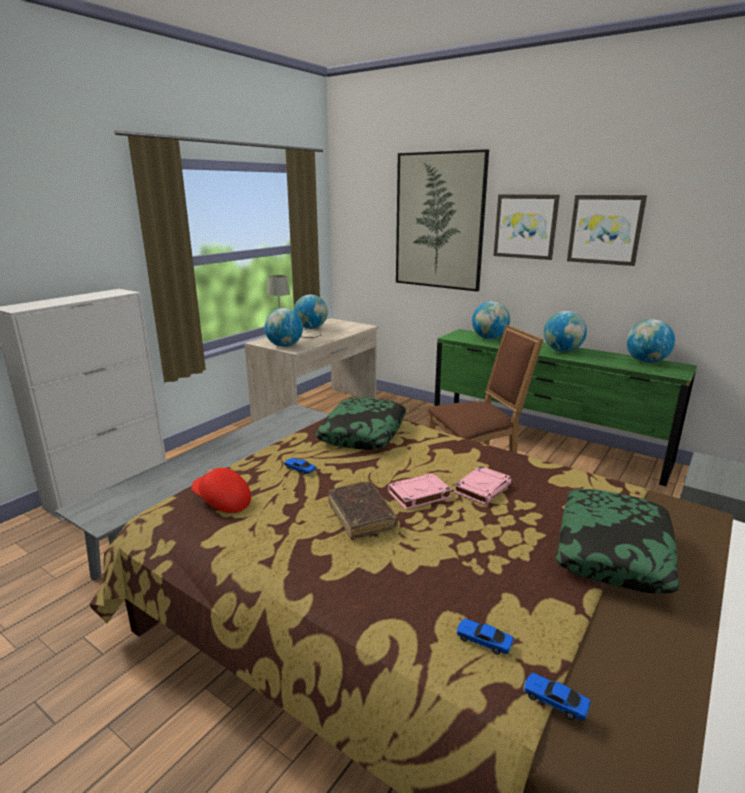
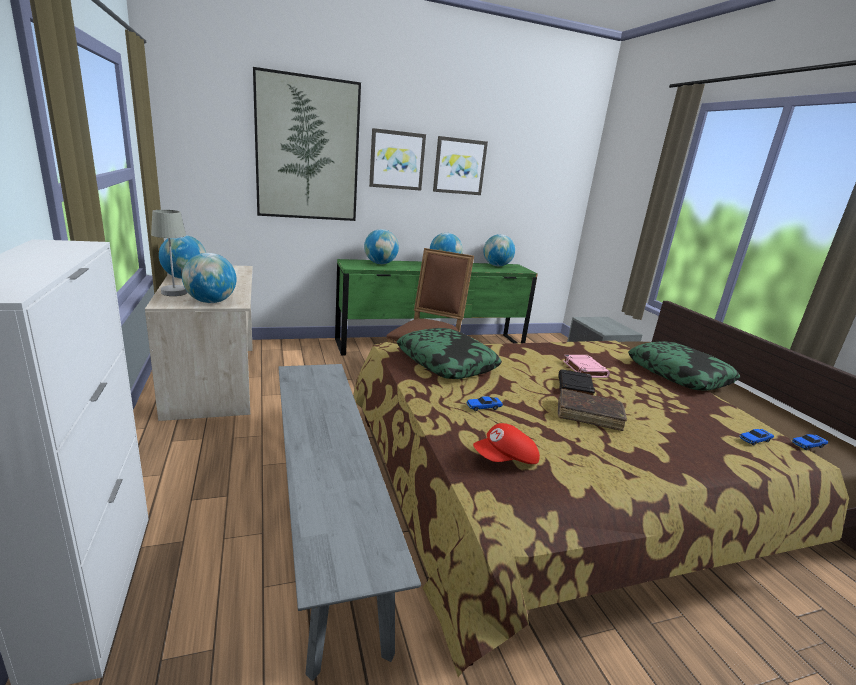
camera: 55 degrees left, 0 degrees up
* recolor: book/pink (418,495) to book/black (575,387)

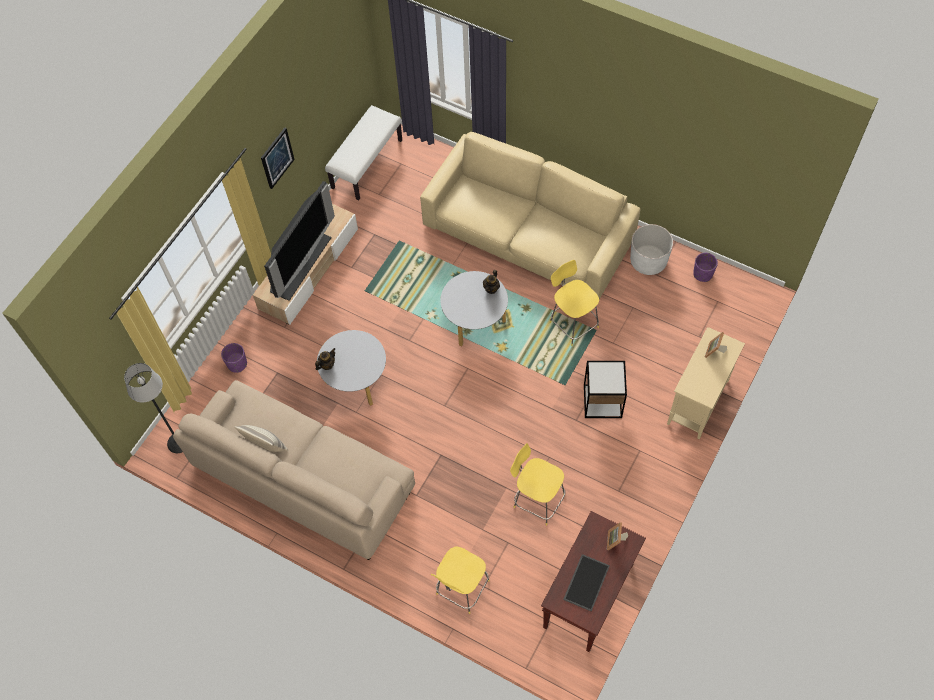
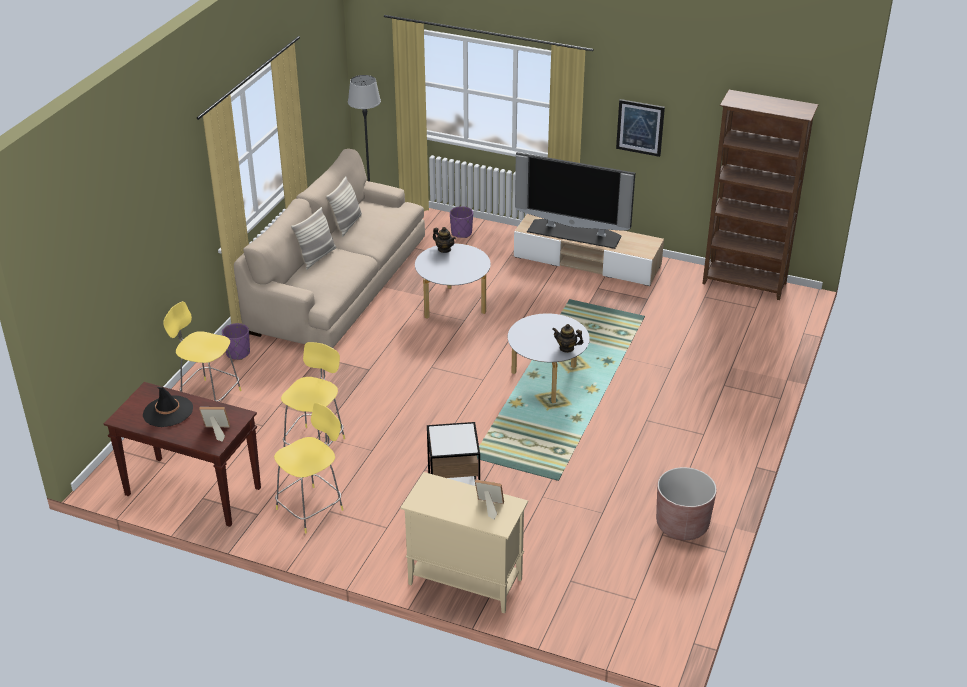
camera: 80 degrees right, 25 degrees down
* replace: bench/white (366,163) to bookcase/brown (744,284)
* delete: sofa/beige (527,233)
* recolor: planter/white (648,261) to planter/brown (682,525)
* move: planter/purple (702,274) to (238,353)
* move: stool/yellow (573,323) to (311,508)
* replace: tray (586,581) to hat/black (168,412)
* insert: pillow (316,257)

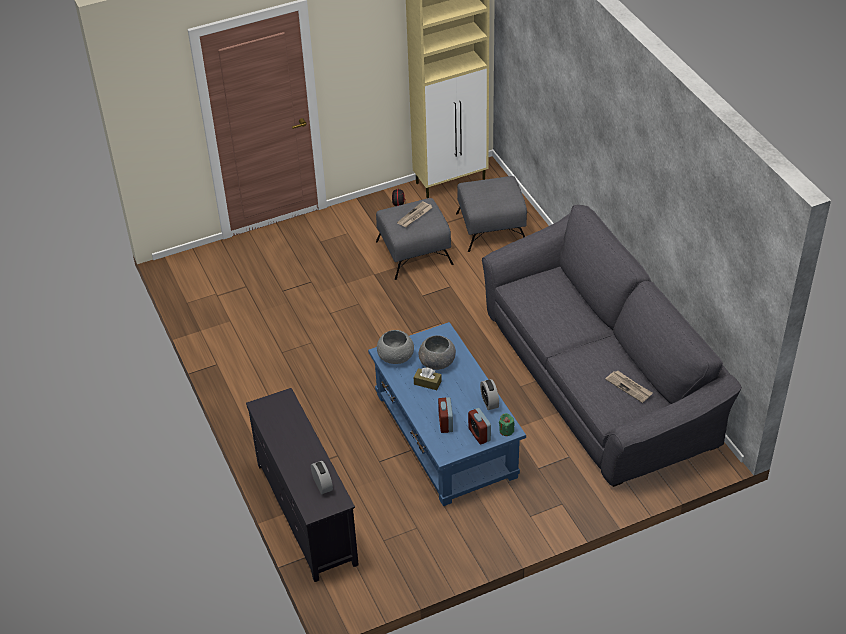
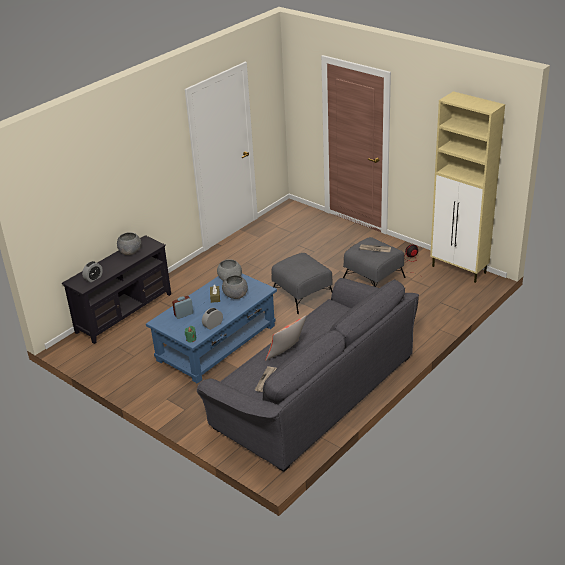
camera: 65 degrees right, 10 degrees down
* move: ottoman/grey (492,228) to (302,295)
* delete: alarm clock (479,434)
* insert: bowl/grey (130,251)
* insert: pillow (286,354)

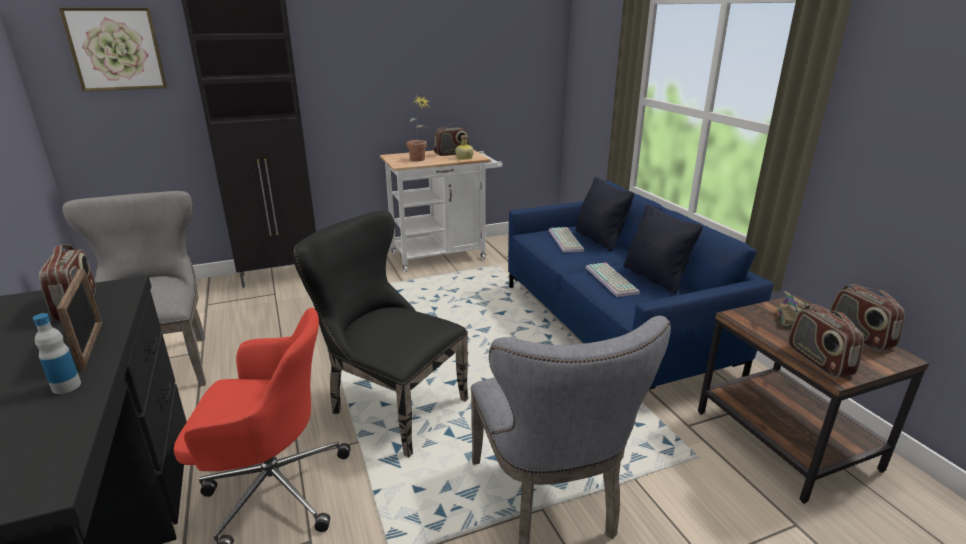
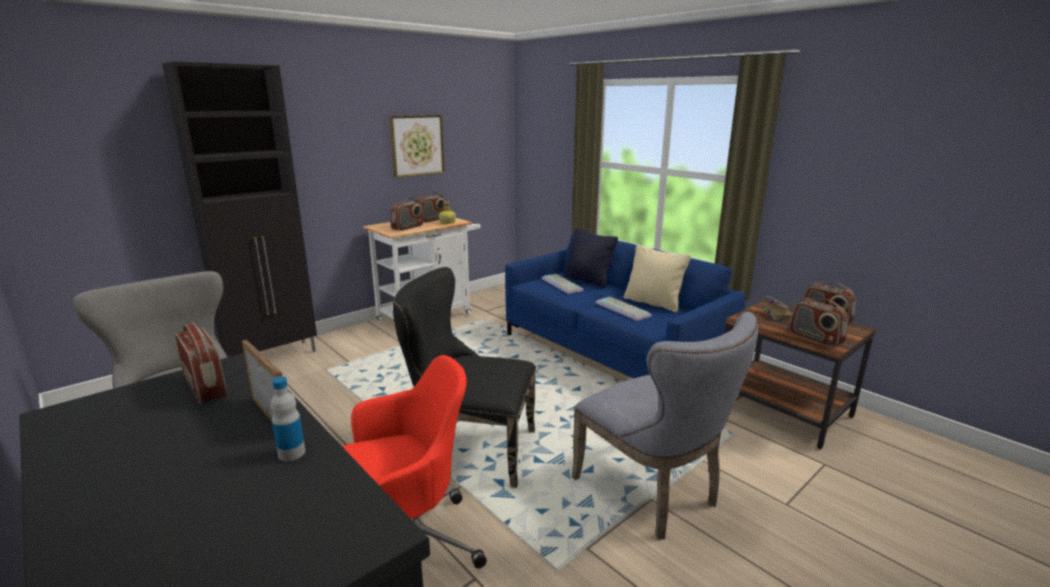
camera: 20 degrees left, 5 degrees down
* move: picture (116,49) to (417,145)
* replace: potted plant (419,160) to radio (407,227)
* recolor: pillow/black (655,278) to pillow/beige (653,303)

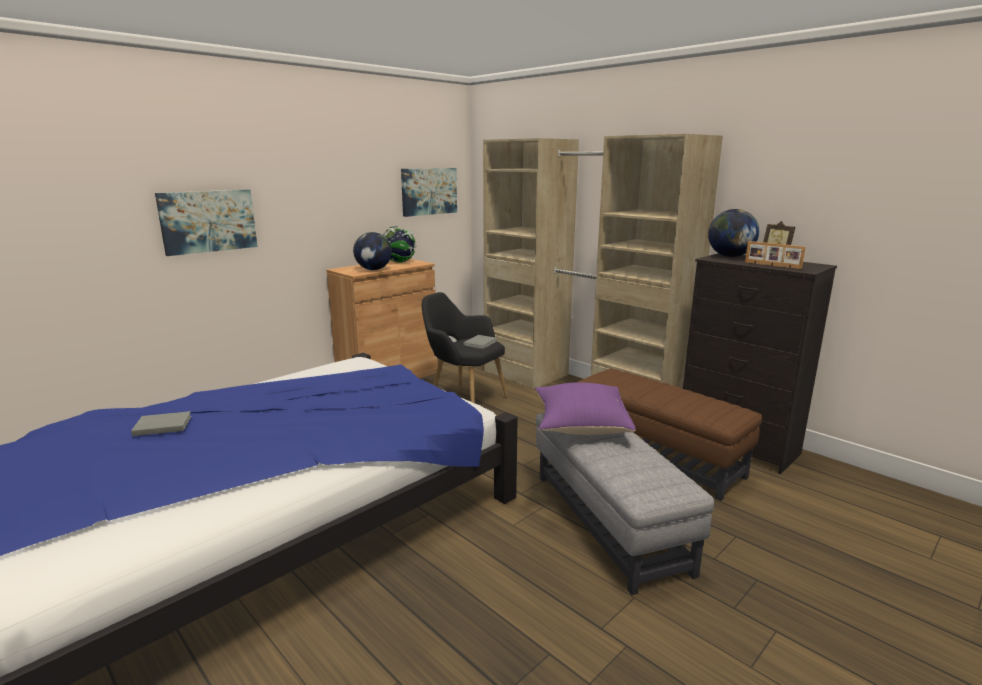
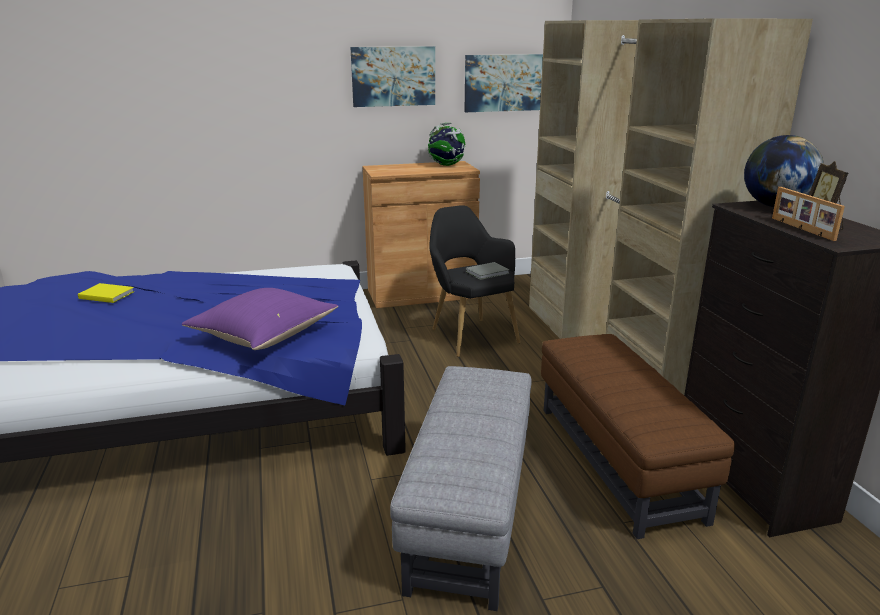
camera: 30 degrees right, 5 degrees up
* move: picture (208,221) to (393,76)
* delete: globe (373,269)
* move: pillow/purple (580,425) to (264,336)
* recolor: book/grey (161,425) to book/yellow (106,295)

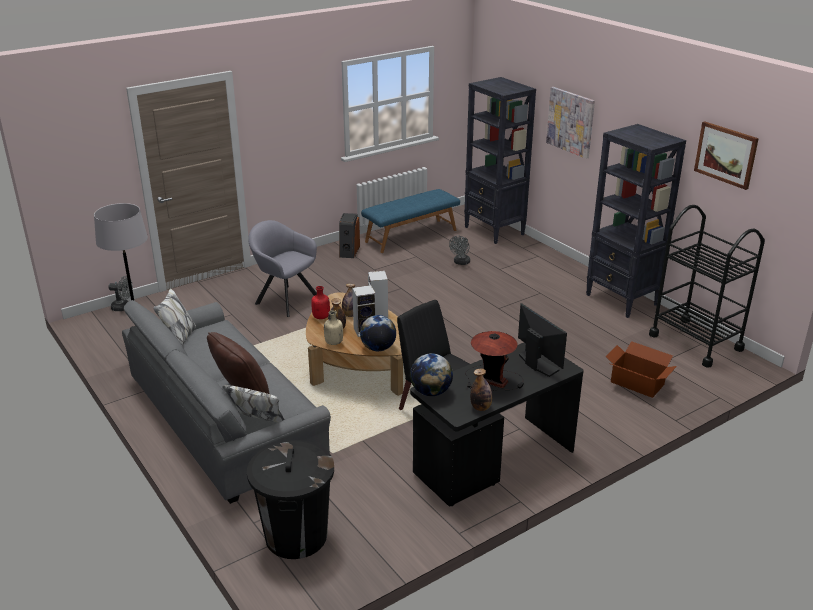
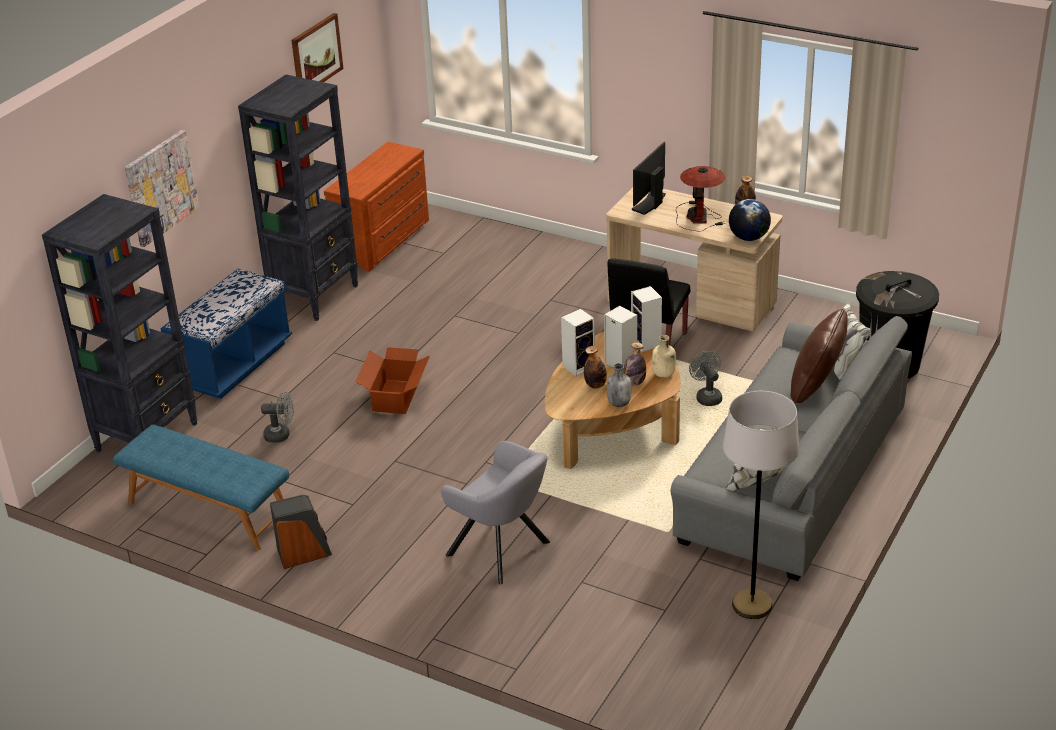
camera: 115 degrees left, 5 degrees up
* replace: cart/black (695,342) to dresser/brown (384,241)
* rotate: armchair/grey (285,299) = (502,551) 60 degrees counterclockwise
* move: fan/grey (123,307) to (707,396)
* recolor: bottle/red (321,317) to bottle/grey (619,403)
* replace: globe (378,348) to speaker (647,343)
* move: cardboard box (637,383) to (396,396)
* recolor: desk/black (493,461) to desk/beige (692,301)
* insert: bench/blue (233,364)

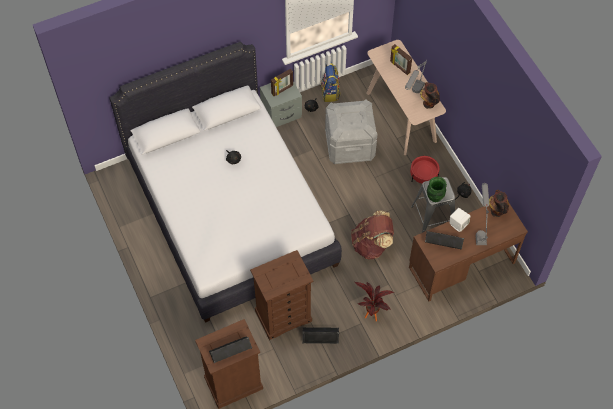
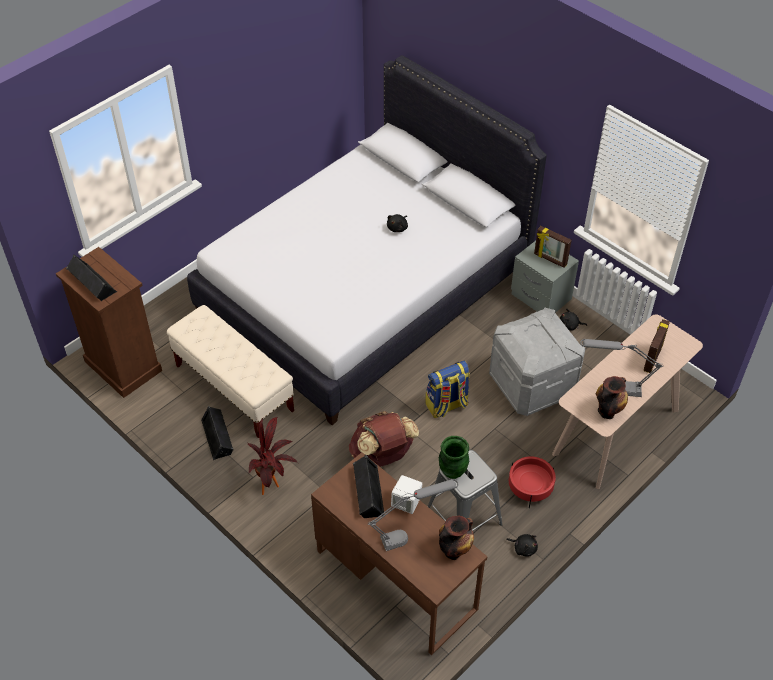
camera: 70 degrees right, 10 degrees down
* move: backpack (330,92) to (446,405)
* replace: dresser/brown (283,316) to bench/beige (234,388)

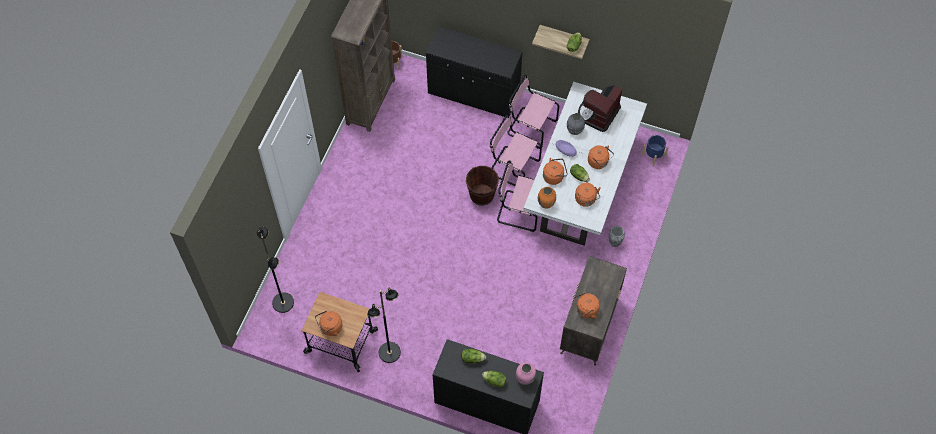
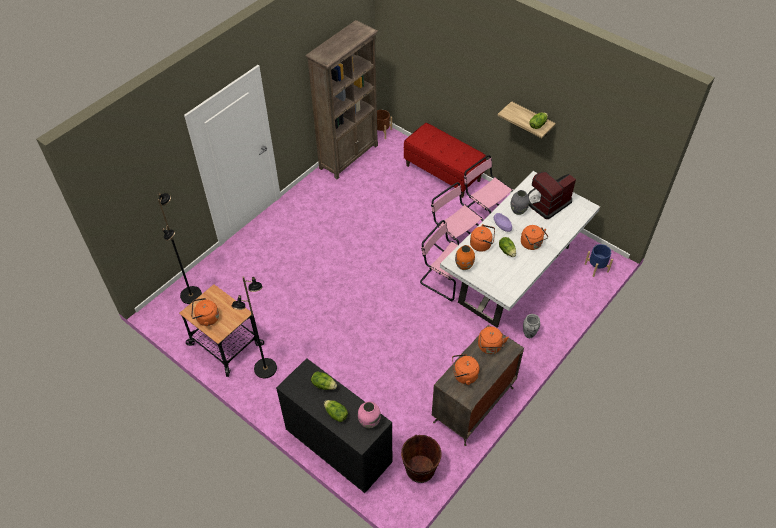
camera: 20 degrees right, 10 degrees down
* replace: cabinet/black (473,93) to bench/red (443,173)
* move: bucket/brown (481,195) to (420,469)
* move: kettle/orange (586,200) to (490,347)

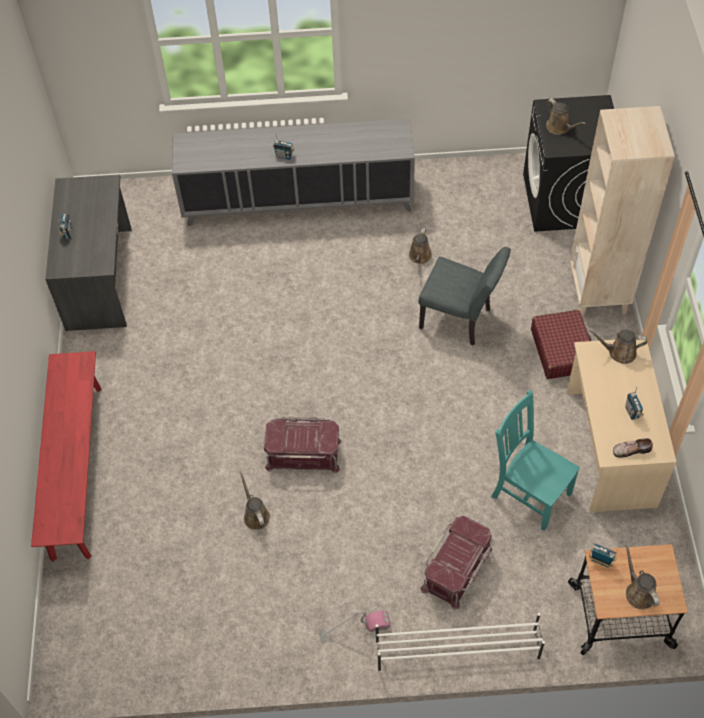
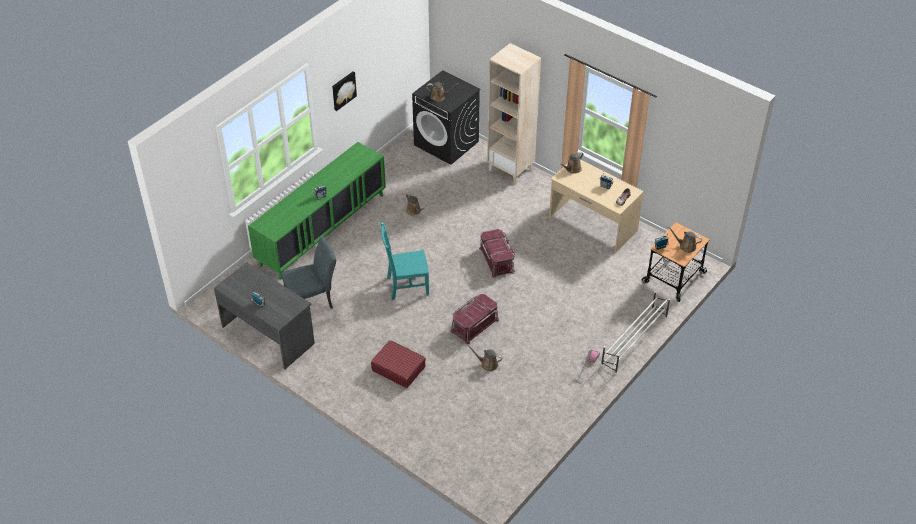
camera: 50 degrees left, 10 degrees down
* recolor: cabinet/grey (297,201) to cabinet/green (322,230)
* move: chair/grey (460,320) to (313,302)
* move: suitcase/red (561,350) to (398,368)
* delete: bench/red (77,470)
* move: chair/turquoise (529,493) to (406,286)
* move: storage box/red (457,569) to (497,260)
* insert: picture (343,90)

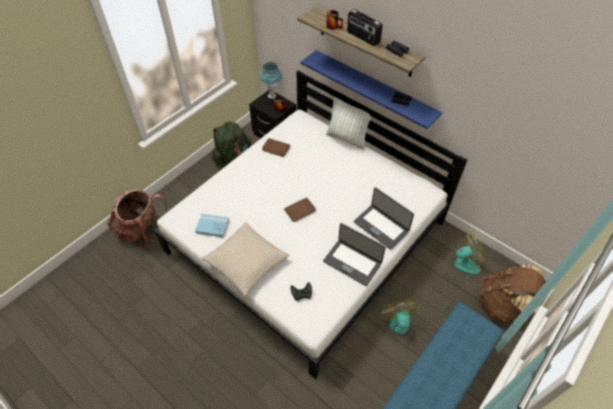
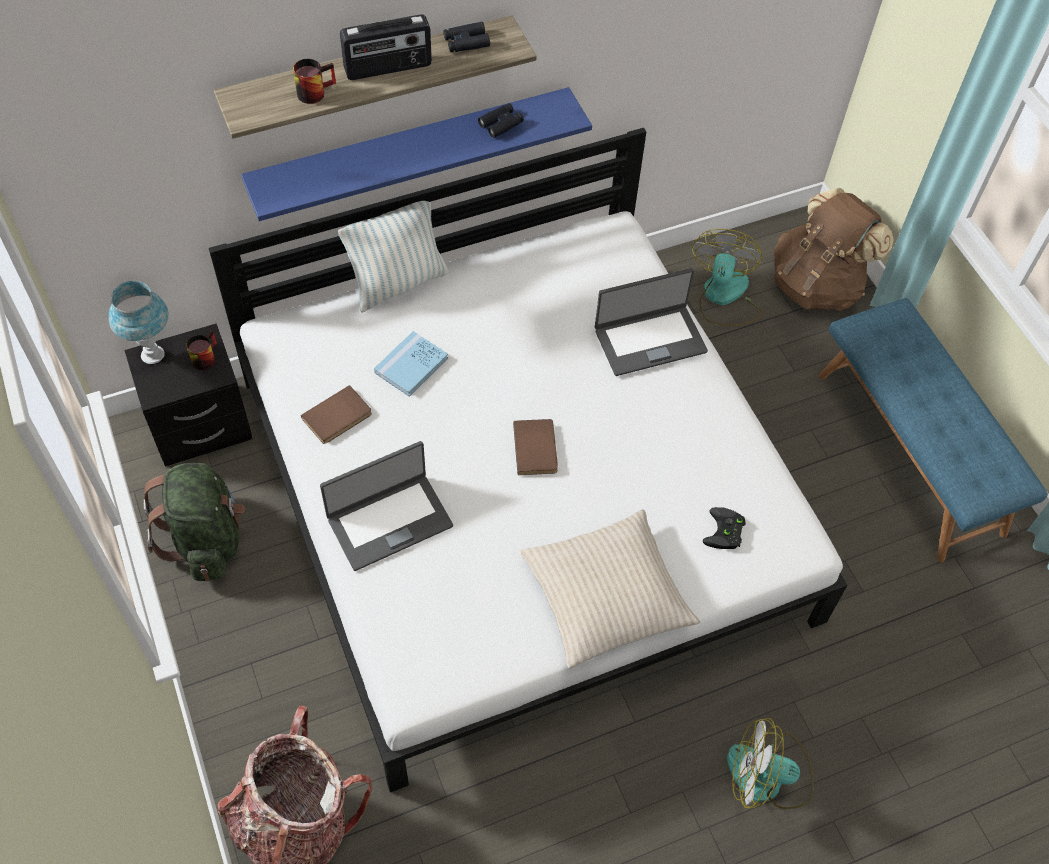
camera: 65 degrees left, 5 degrees up
* move: book/blue (212,226) to (411,365)
* move: laptop (352,262) to (389,521)
* move: fan (402,328) to (768,777)

